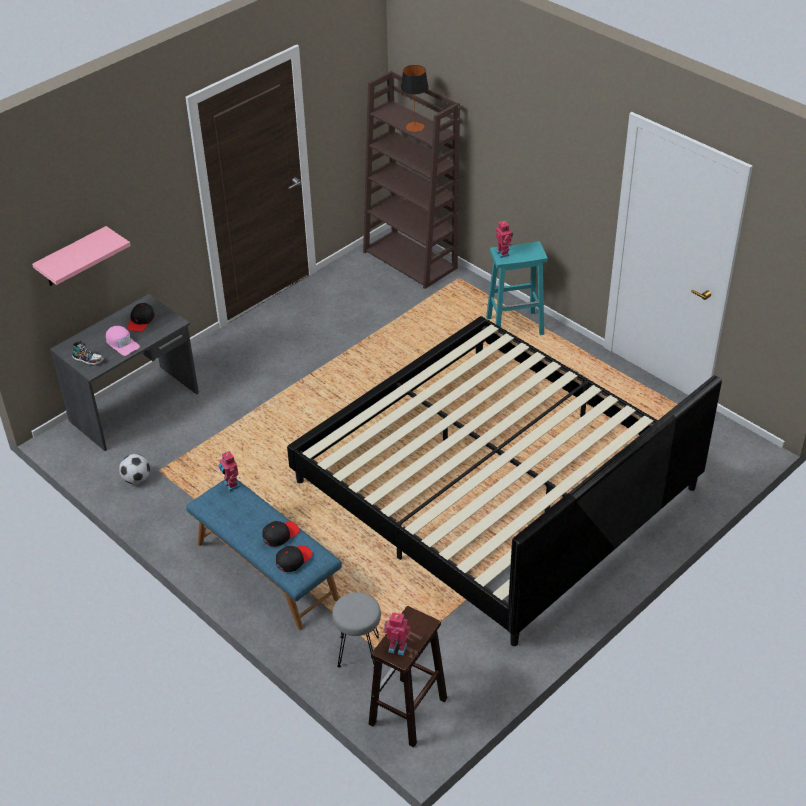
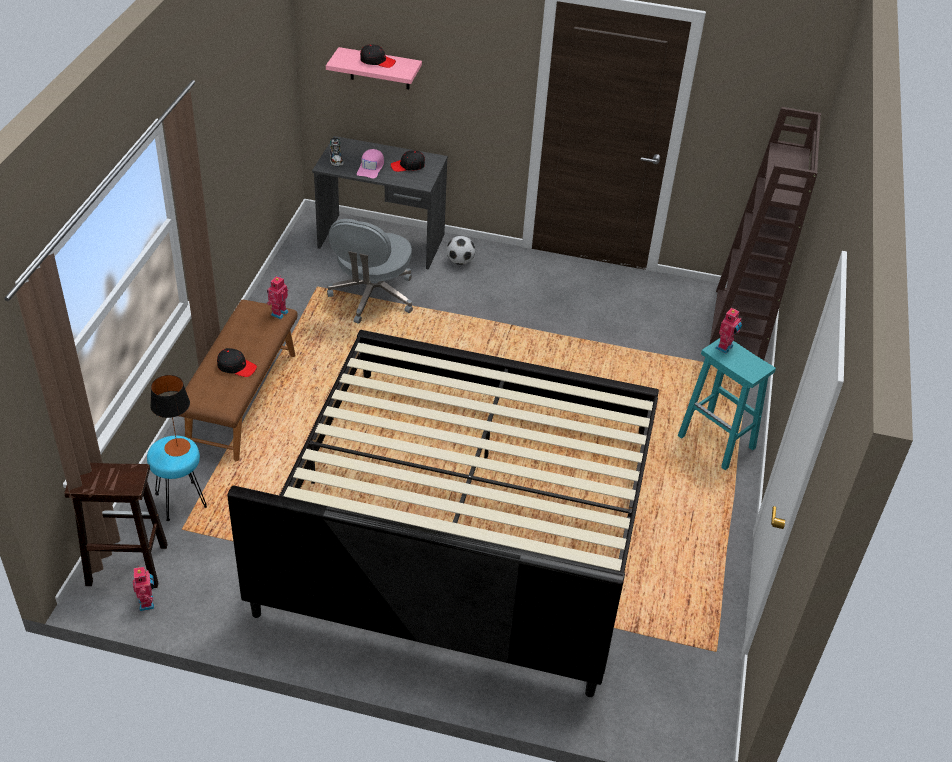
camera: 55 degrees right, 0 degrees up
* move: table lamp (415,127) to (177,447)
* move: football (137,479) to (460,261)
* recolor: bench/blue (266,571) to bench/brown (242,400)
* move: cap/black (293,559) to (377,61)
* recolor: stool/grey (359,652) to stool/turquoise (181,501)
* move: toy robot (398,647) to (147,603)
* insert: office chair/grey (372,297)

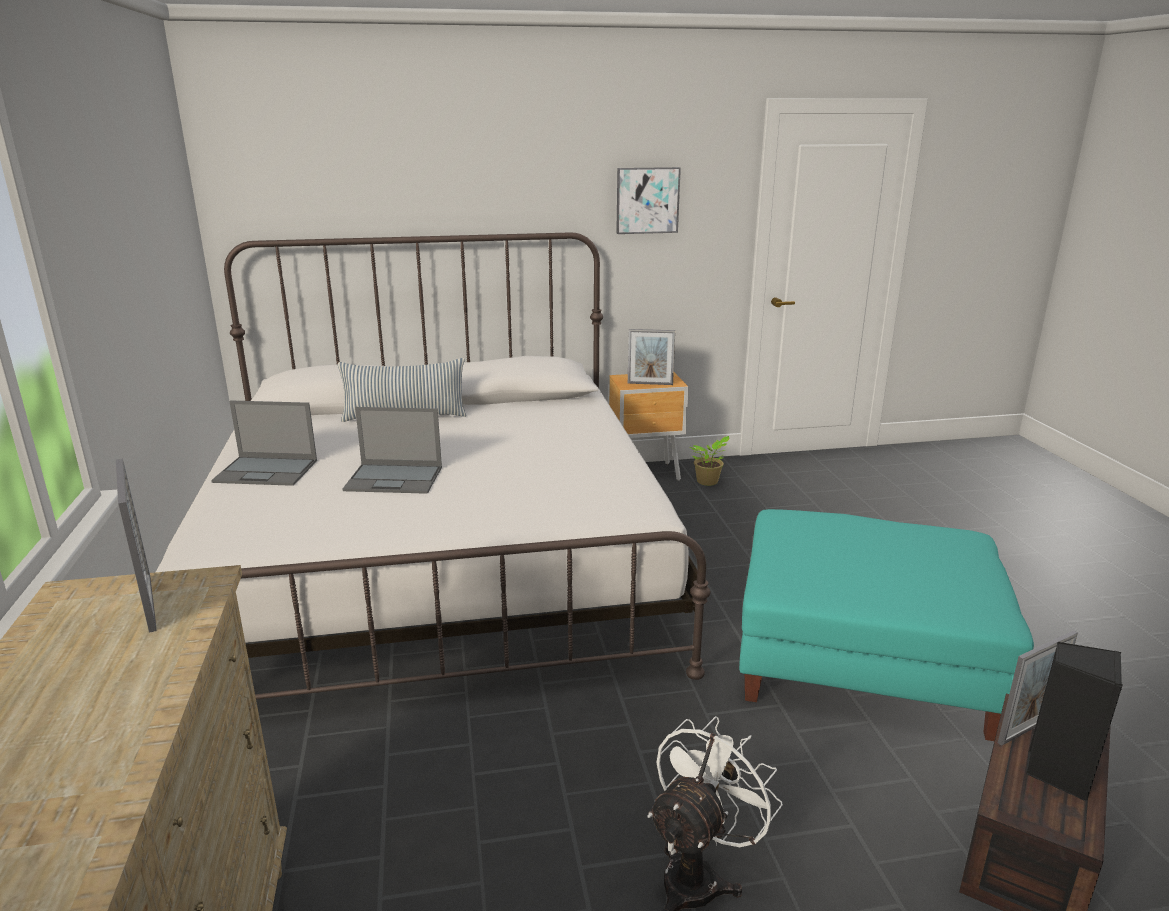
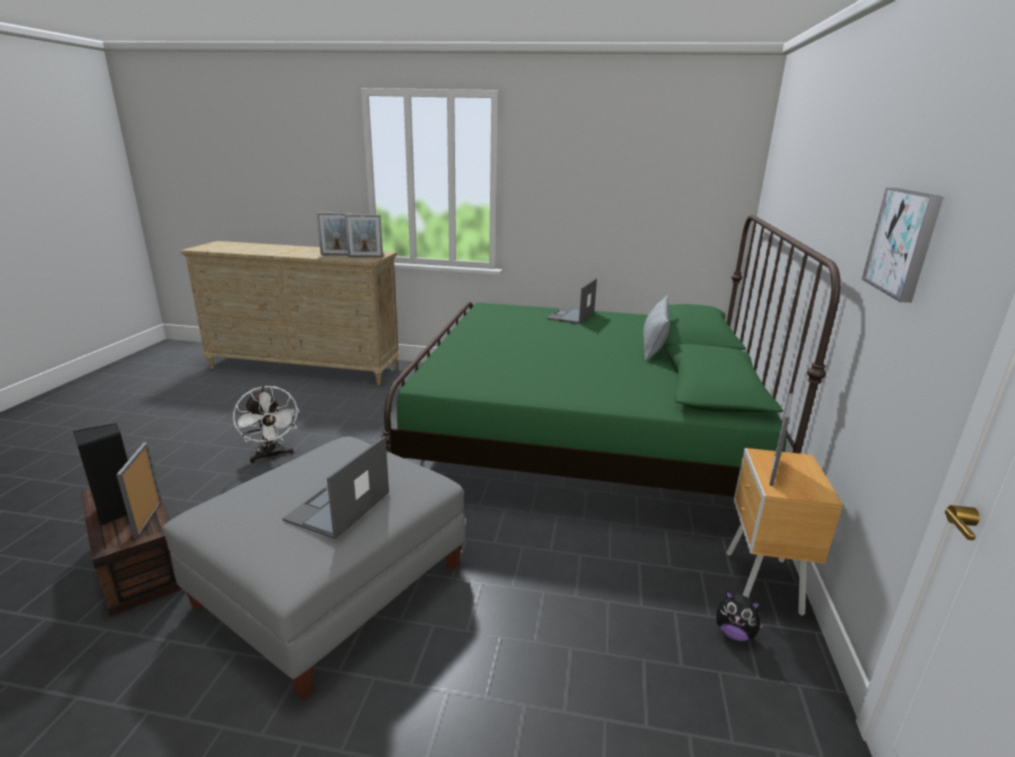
camera: 110 degrees right, 0 degrees up
* recolor: bed/white (438,568) to bed/green (583,436)
* move: laptop (395,479) to (338,507)
* replace: potted plant (708,482) to plush toy (734,633)
* recolor: ottoman/turquoise (863,659) to ottoman/grey (332,584)
* insert: picture frame (338,255)

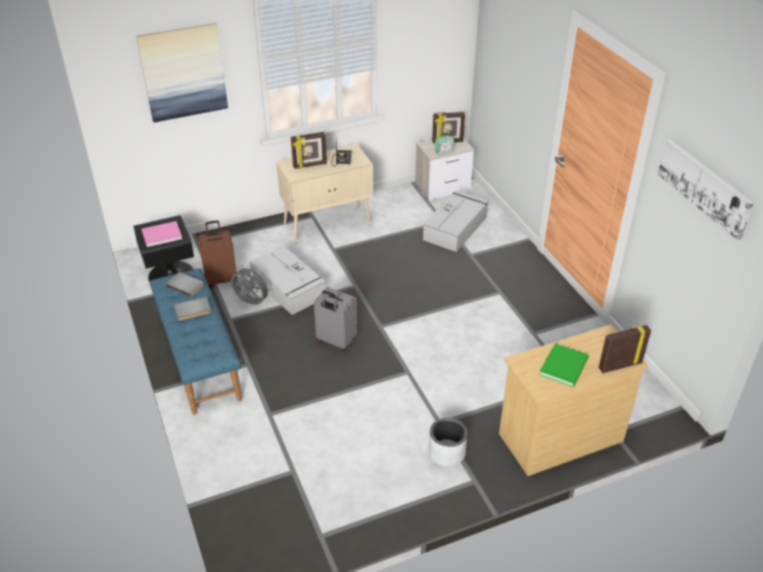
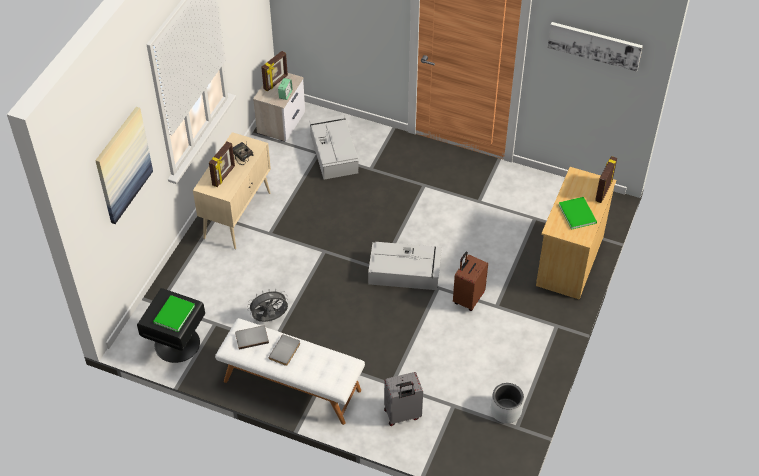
camera: 45 degrees left, 10 degrees up
* move: suitcase/brown (221,279) to (468,298)
* recolor: book/pink (160,234) to book/green (172,315)
* move: storage box/grey (288,288) to (405,272)
* recolor: bench/blue (198,358) to bench/white (291,386)
* move: suitcase/grey (335,341) to (402,415)
* move: planter/grey (447,453) to (506,411)

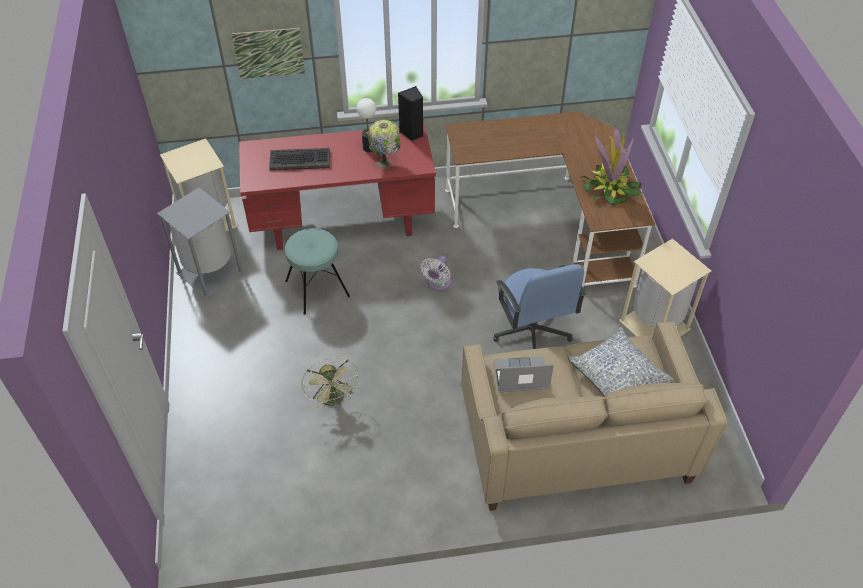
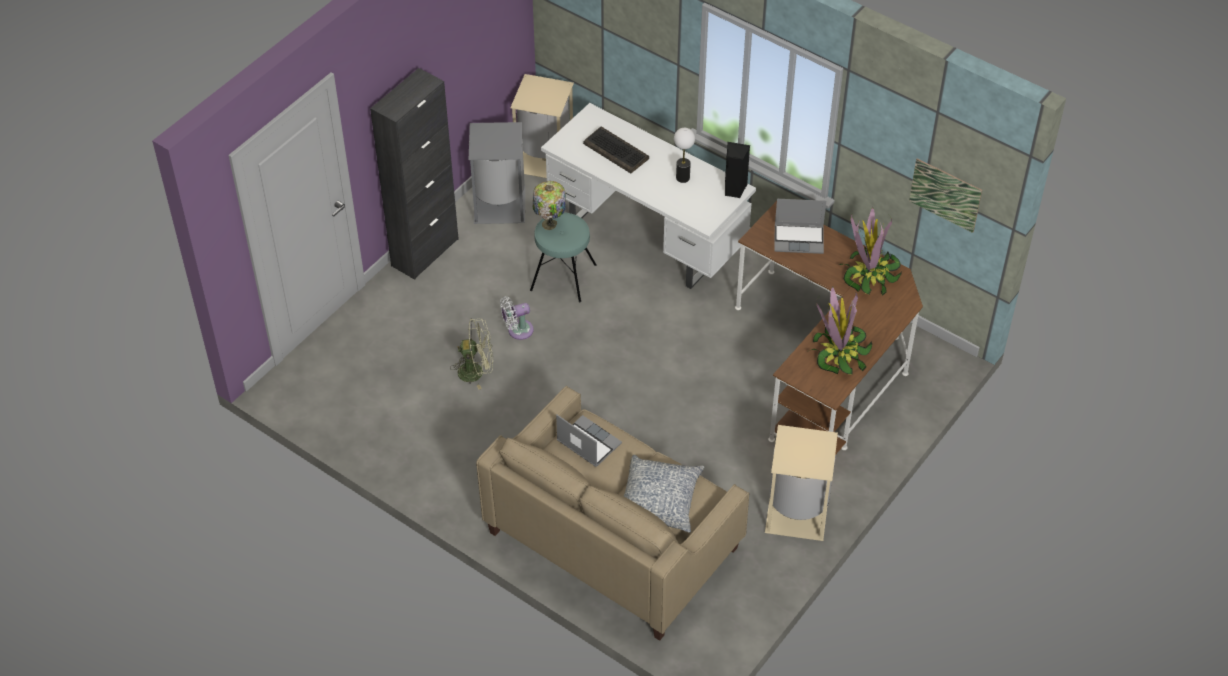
camera: 45 degrees right, 0 degrees up
* move: picture (269,53) to (945,195)
* move: table lamp (385,164) to (549,225)
* recolor: desk/red (343,224) to desk/white (647,238)
* move: fan/white (438,284) to (517,330)
* delete: office chair/blue (531,332)
* rotate: fan/green (334,400) = (476,371) 120 degrees counterclockwise
* insert: cabinet/black (425,252)
* insert: laptop (799,239)
* insert: potted plant (869,275)

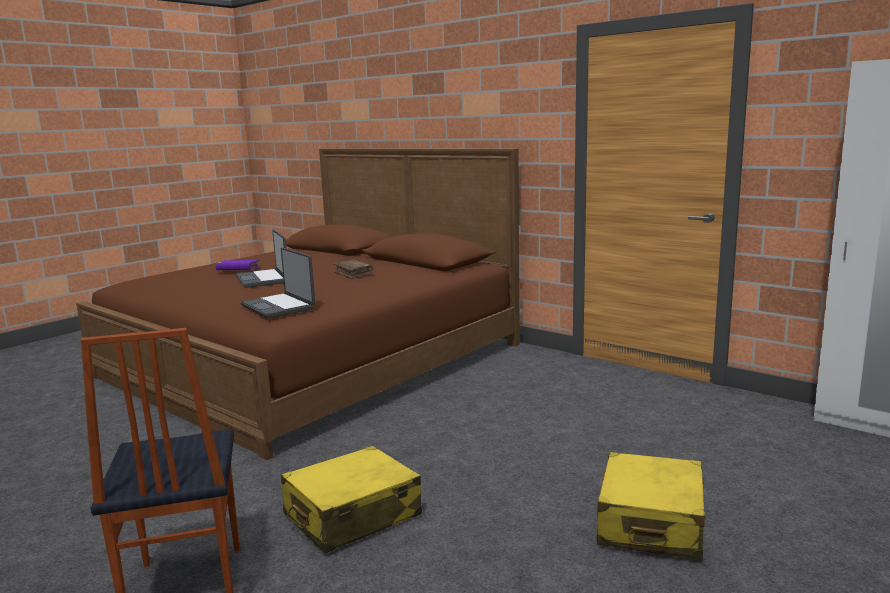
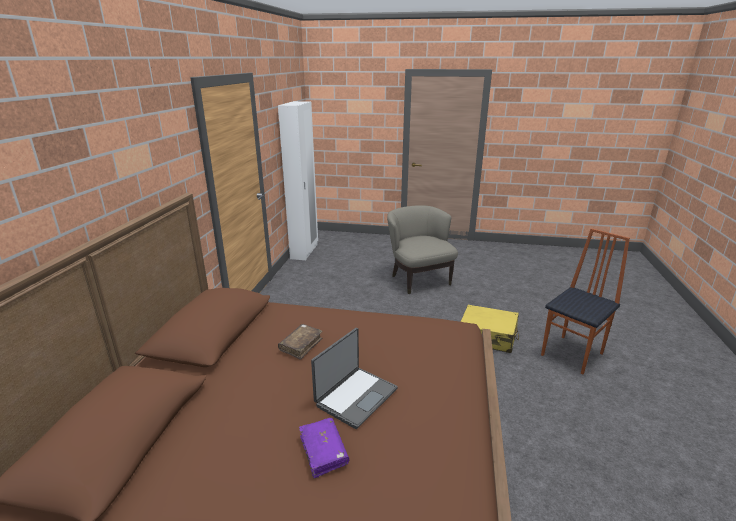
camera: 120 degrees left, 10 degrees up
* delete: laptop (279,307)
* replace: suitcase/yellow (650,523) to armchair/beige (418,280)

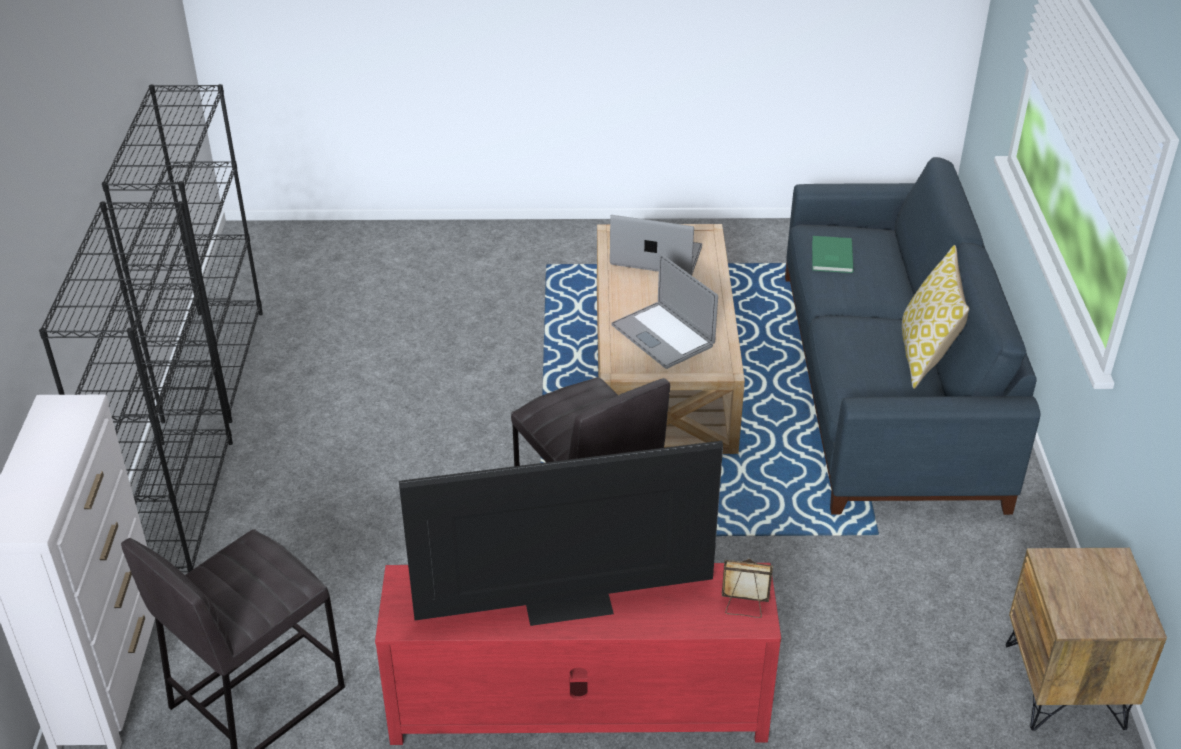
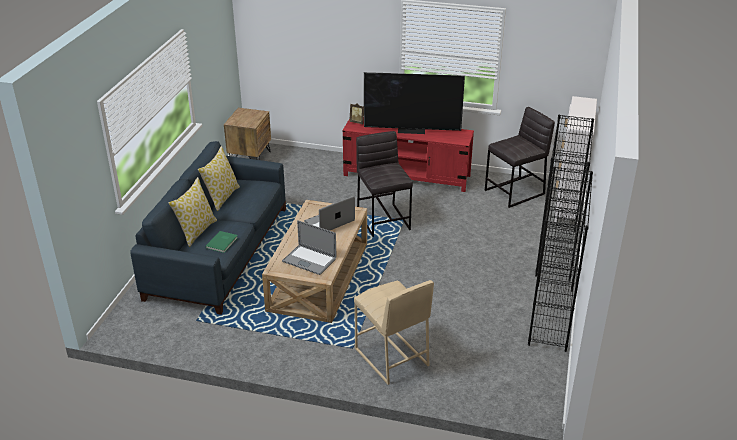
camera: 165 degrees left, 5 degrees down
* rotate: laptop (662,335) = (329,221) 105 degrees counterclockwise
* insert: pillow (196,231)
* insert: stool/beige (391,357)

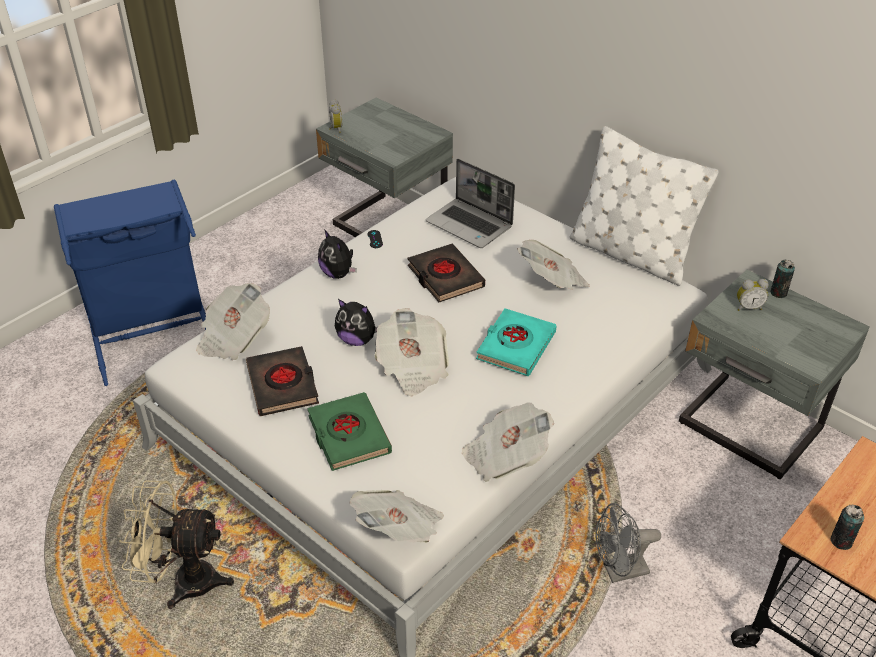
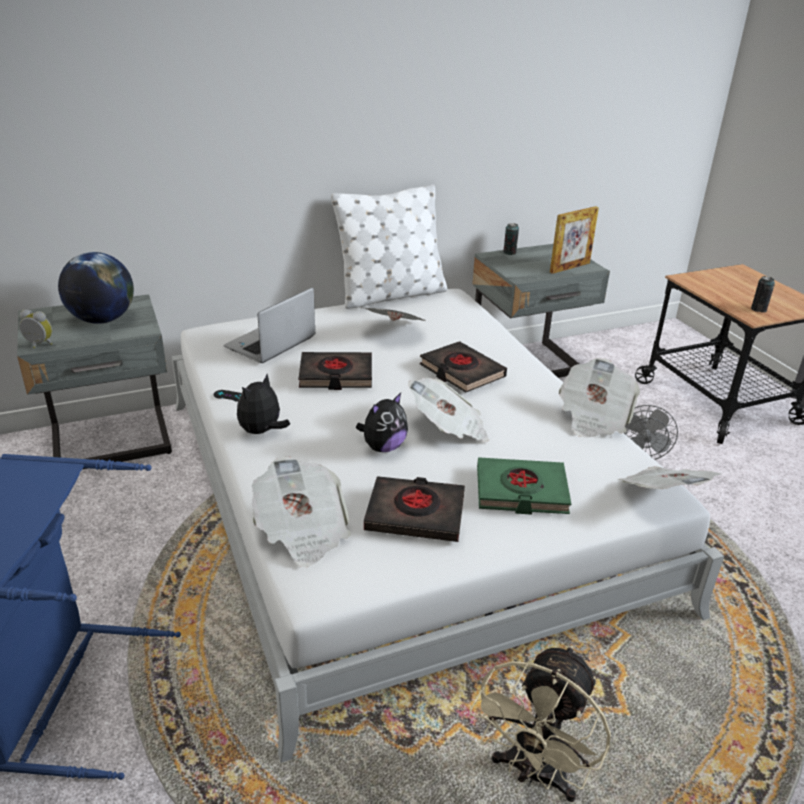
camera: 65 degrees left, 10 degrees down
* rotate: laptop (470,225) = (270,344) 150 degrees clockwise
* rotate: plush toy (338,274) = (262,432) 135 degrees clockwise
* delete: alarm clock (748,307)
* recolor: book/turquoise (515,346) to book/black (461,372)
* insert: picture frame (570,267)
* insert: globe (102,320)

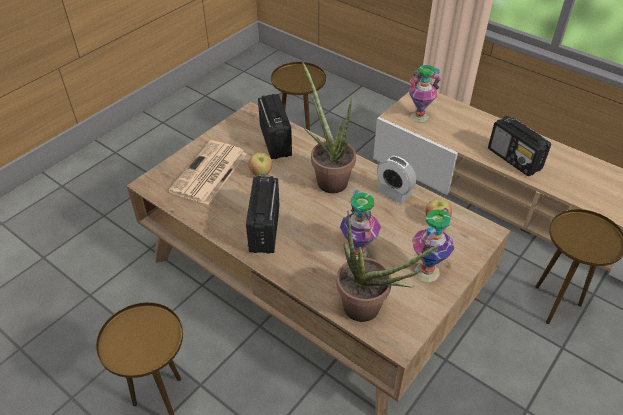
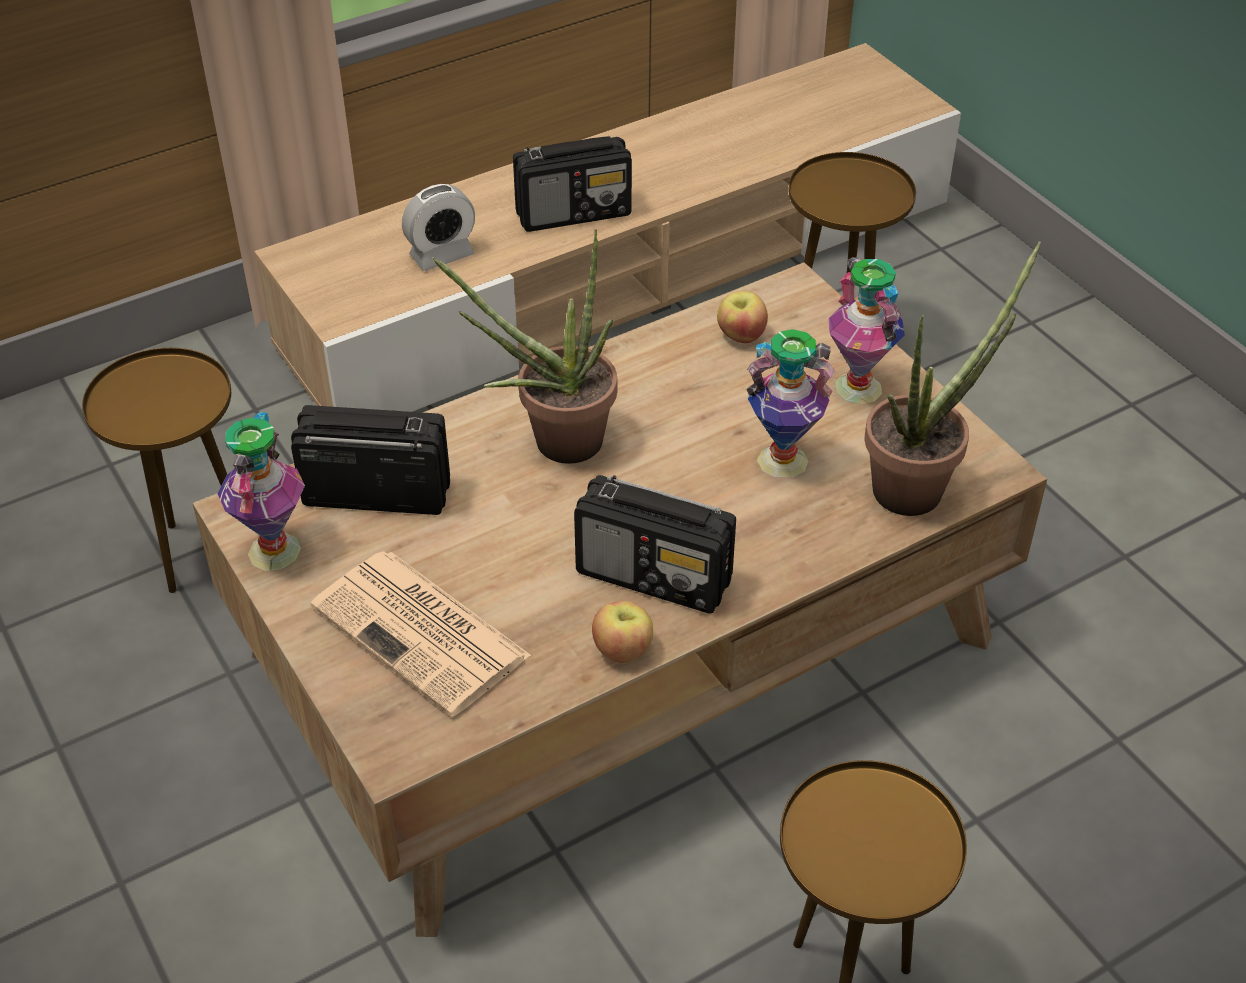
camera: 70 degrees left, 0 degrees up
* move: vase (419,116) to (273,550)
* move: apple (261,173) to (623,649)
* move: alarm clock (394,193) to (441,255)

